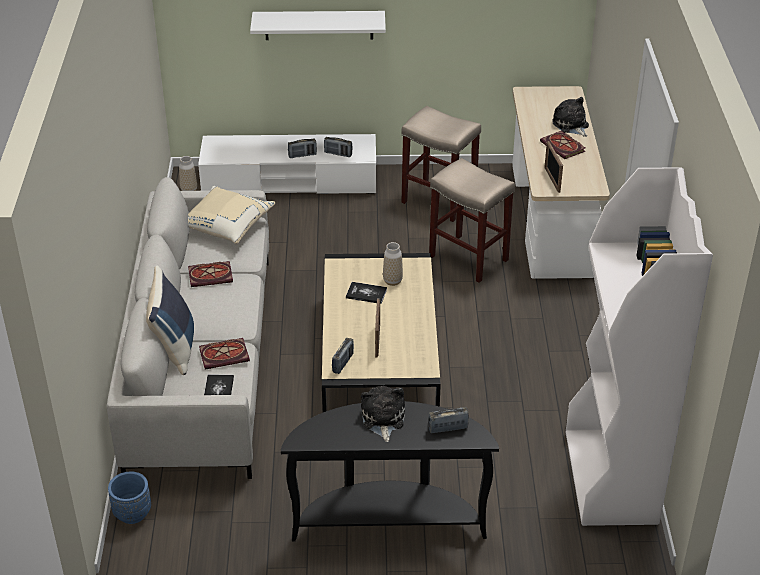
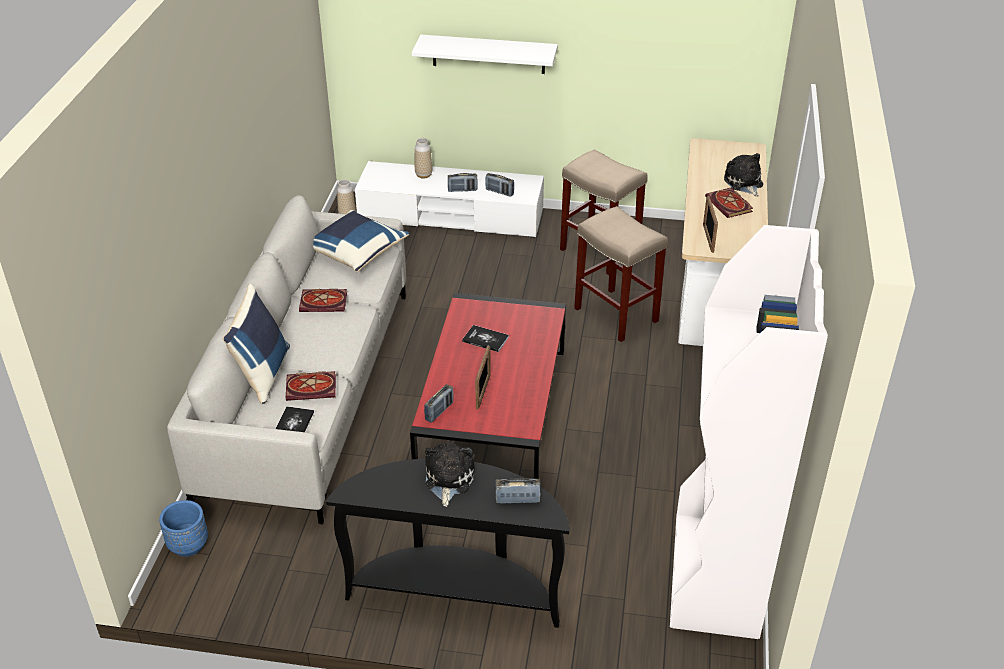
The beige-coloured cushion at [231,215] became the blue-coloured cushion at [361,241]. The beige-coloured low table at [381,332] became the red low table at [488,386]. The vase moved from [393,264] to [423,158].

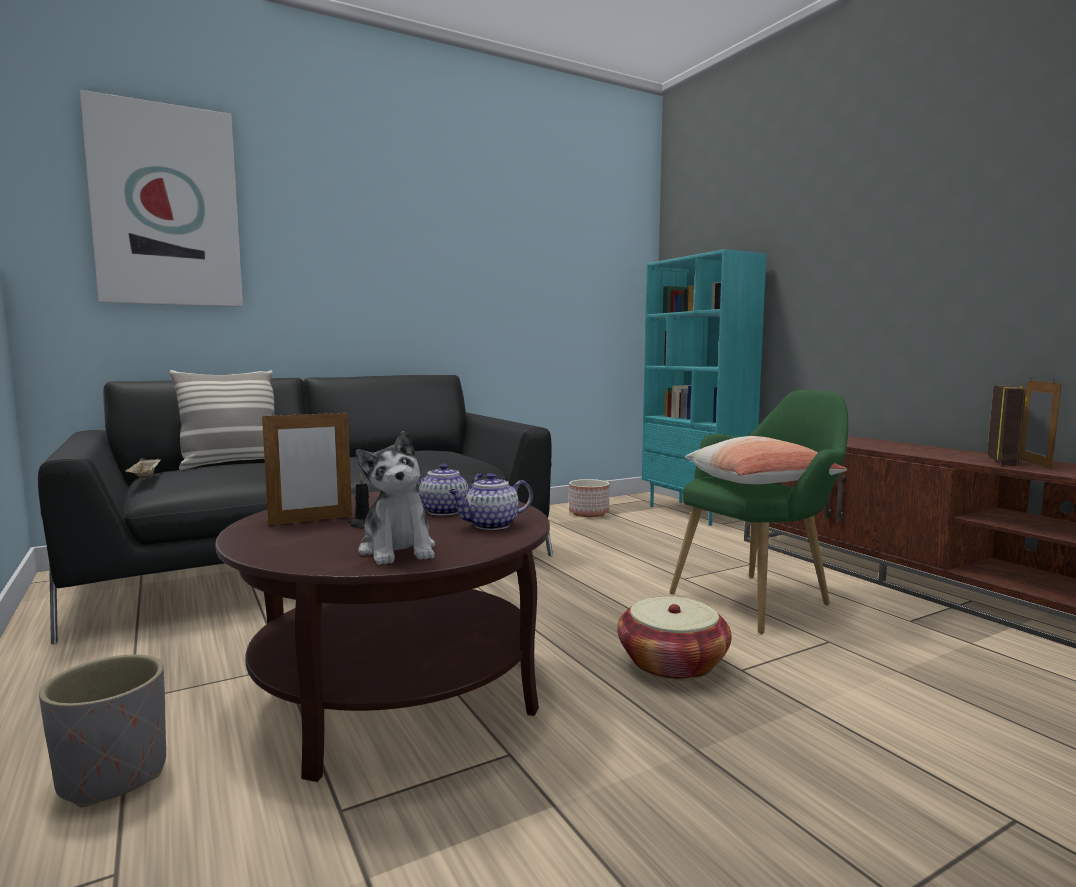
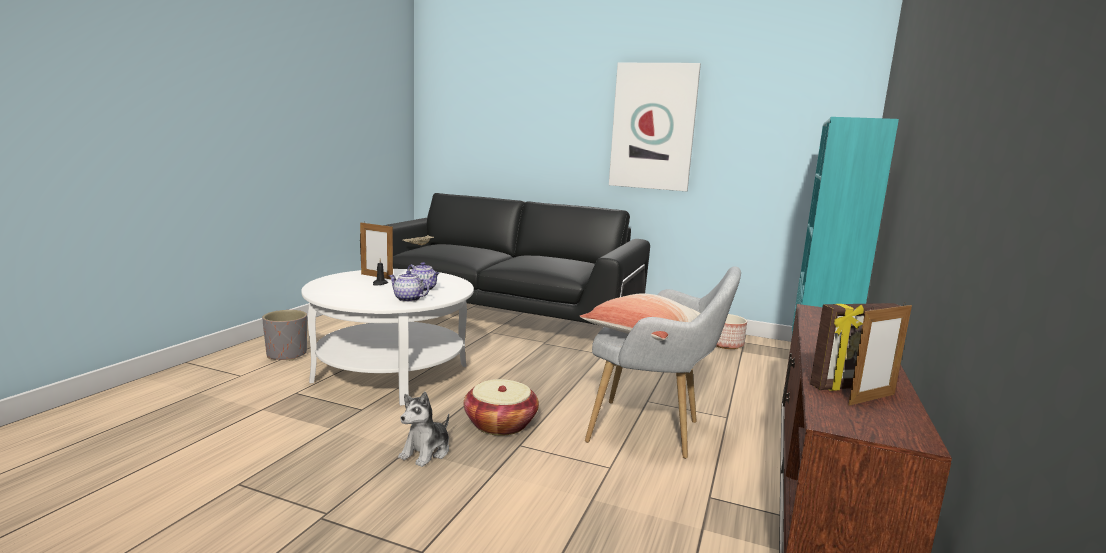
The wall art moved from [161,198] to [655,127]. The cushion at [222,420] disappeared. The brown low table at [382,637] became the whitish low table at [387,337]. The cuddly toy moved from [396,498] to [423,429]. The green-coloured easy chair at [758,512] became the greyish easy chair at [663,362].

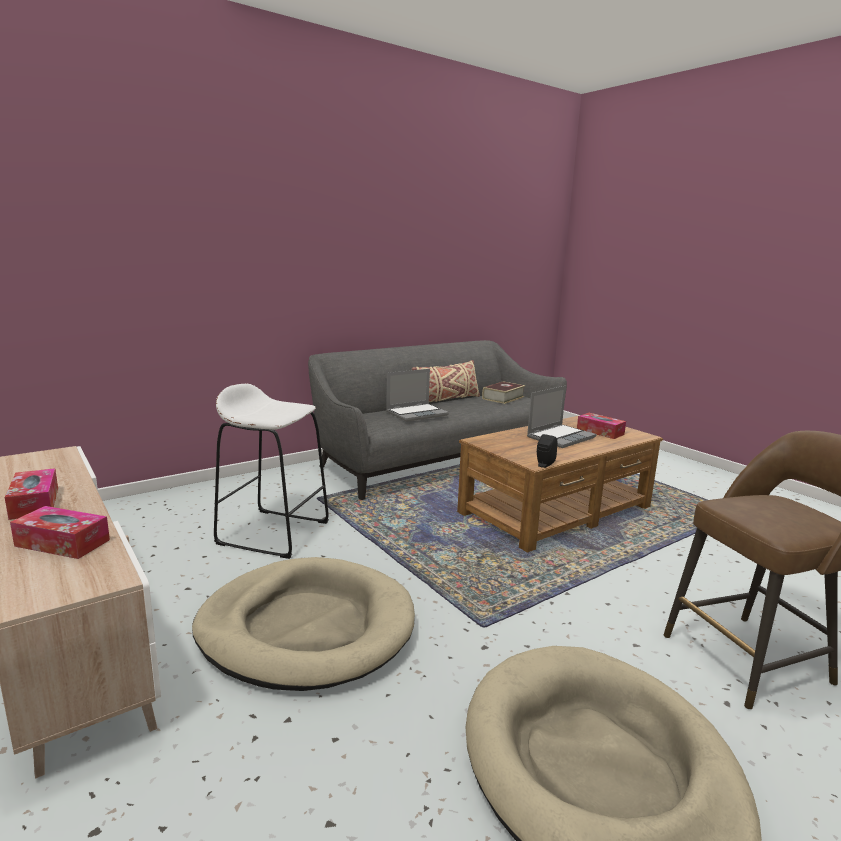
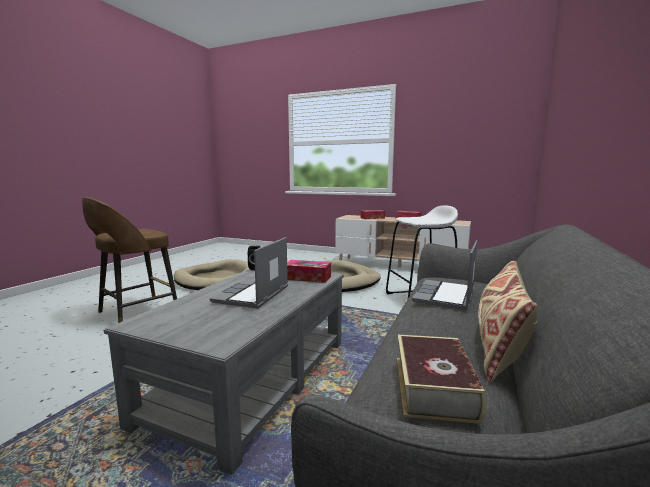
The brown low table at [560,484] became the greyish low table at [224,372]. The tissue box moved from [601,426] to [309,271].

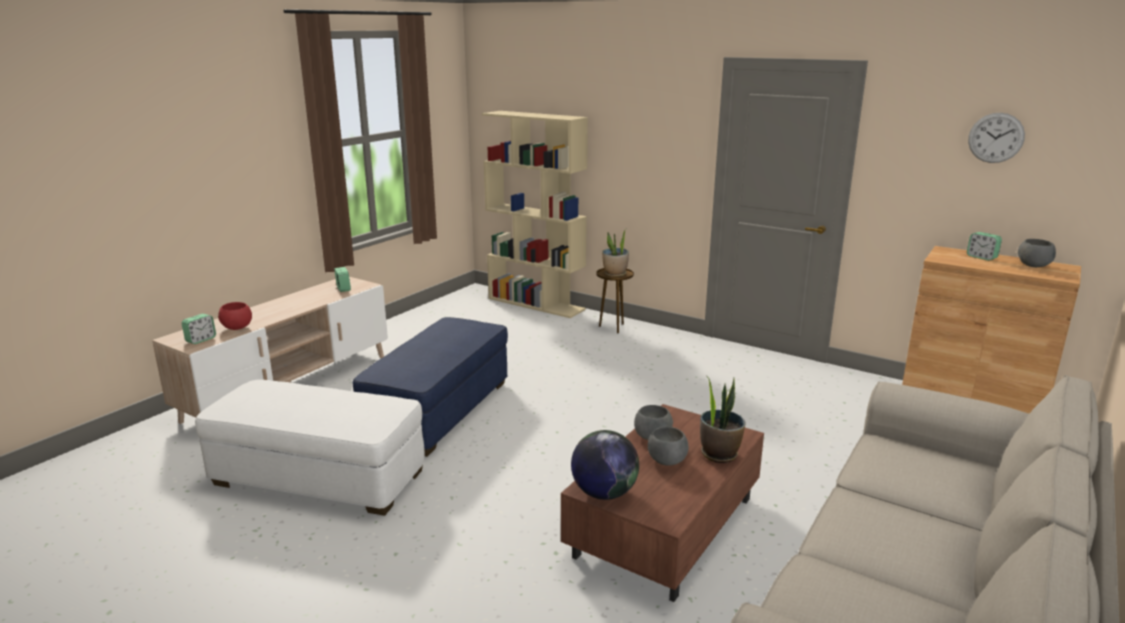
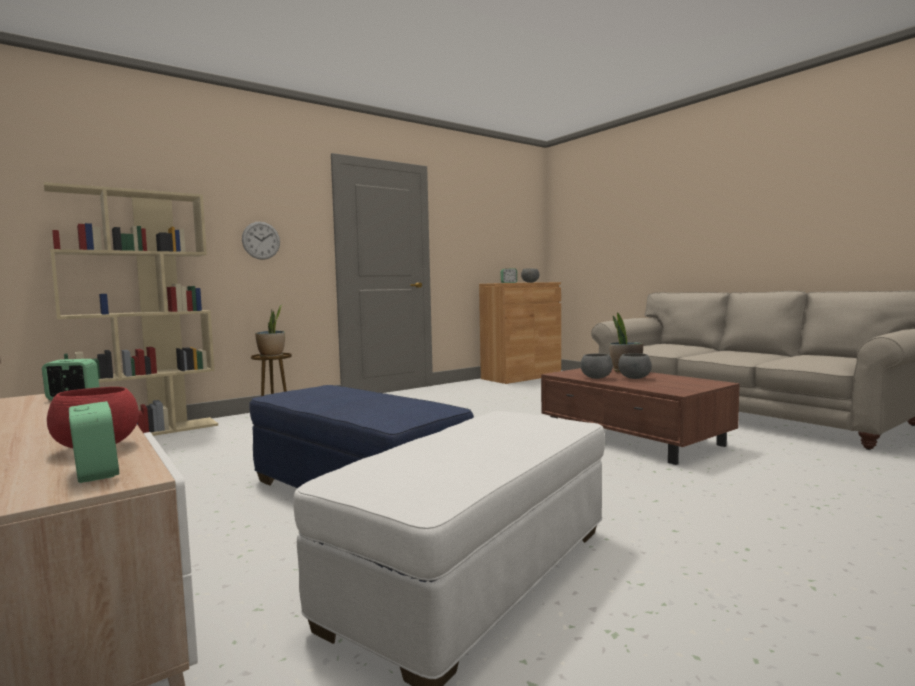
The desk globe at [605,465] disappeared. The clock on the wall moved from [996,138] to [261,241].

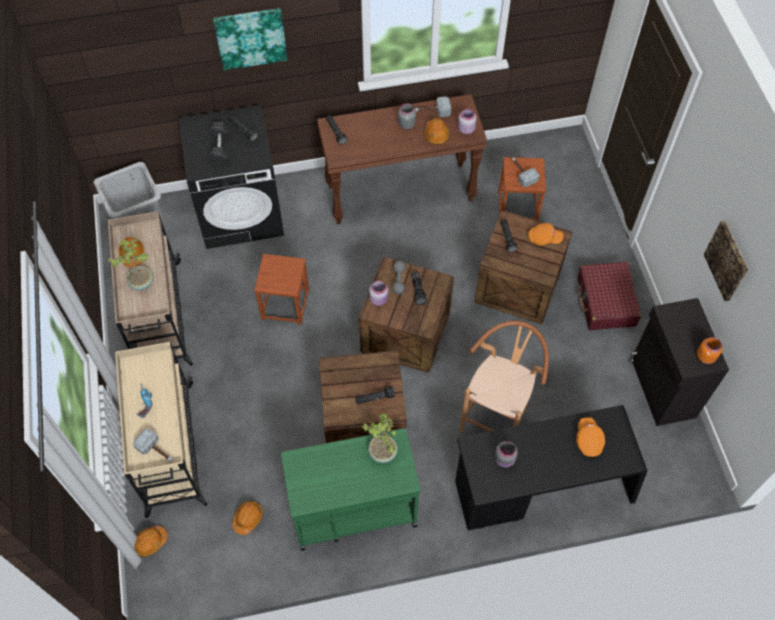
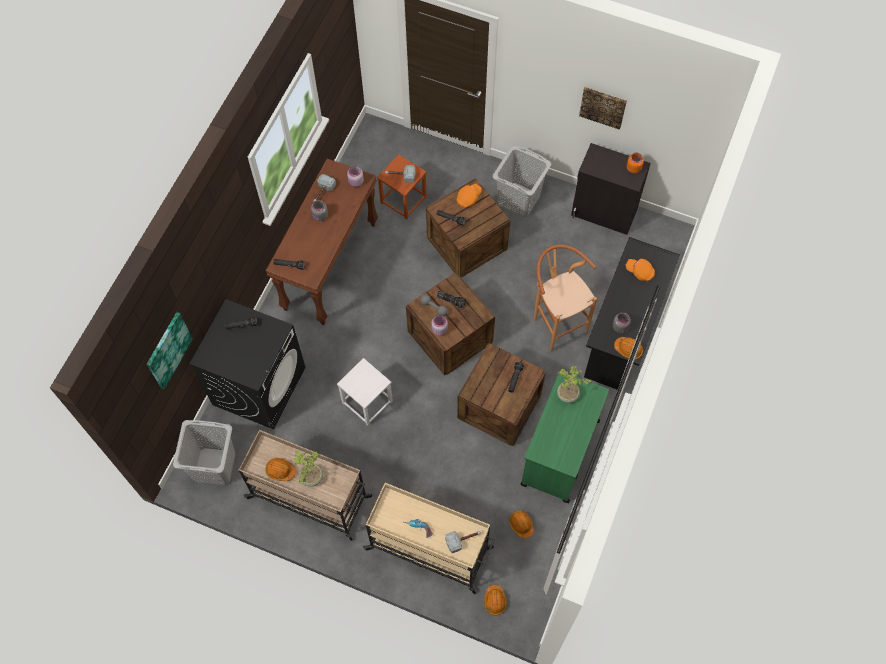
The greyish dumbbell at [219,142] disappeared. The wall art moved from [250,39] to [170,350]. The brown stool at [281,289] became the whitish stool at [365,392]. The orange-coloured hard hat moved from [437,131] to [628,348]. The red travel case at [609,296] was replaced by the greyish washing basket at [522,181].

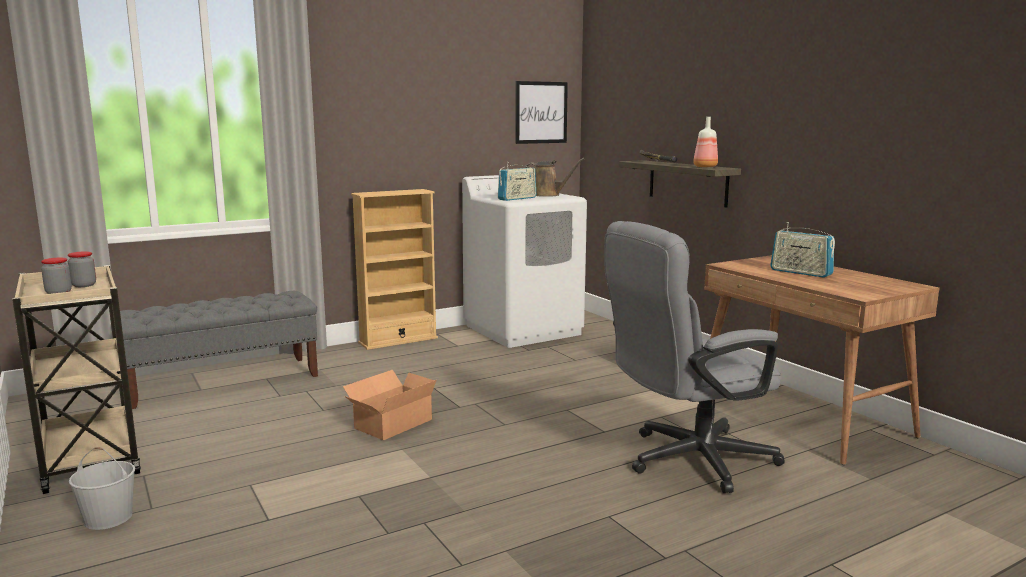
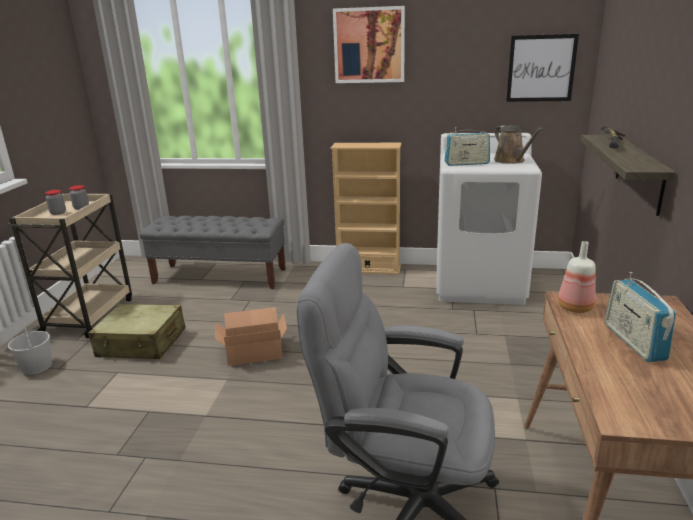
The beverage bottle moved from [705,142] to [577,277]. The beige-coloured travel case at [137,331] appeared. The wall art at [369,44] appeared.

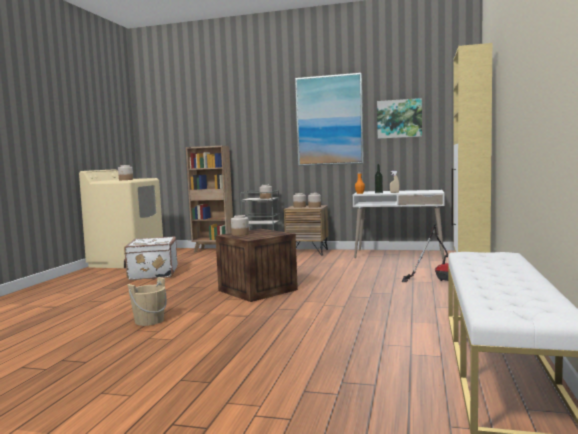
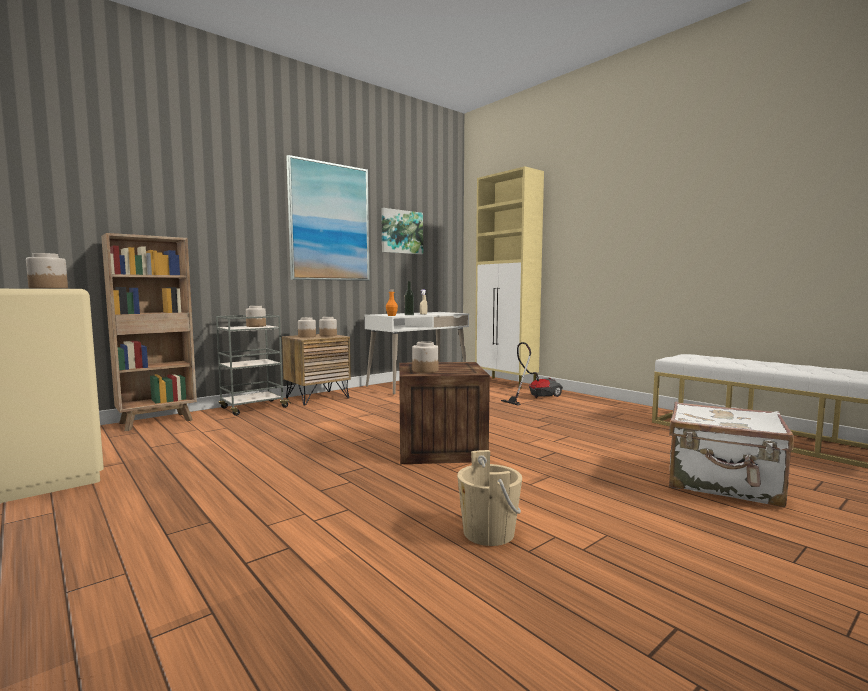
The whitish travel case moved from [151,258] to [731,454].

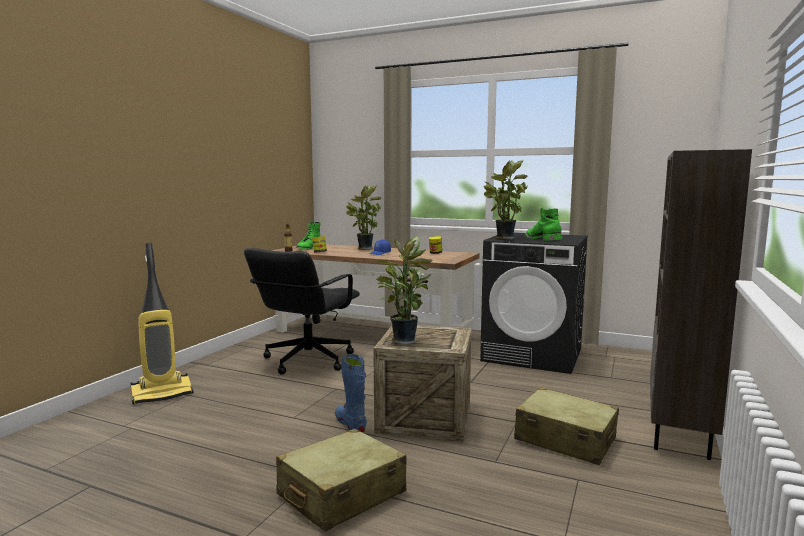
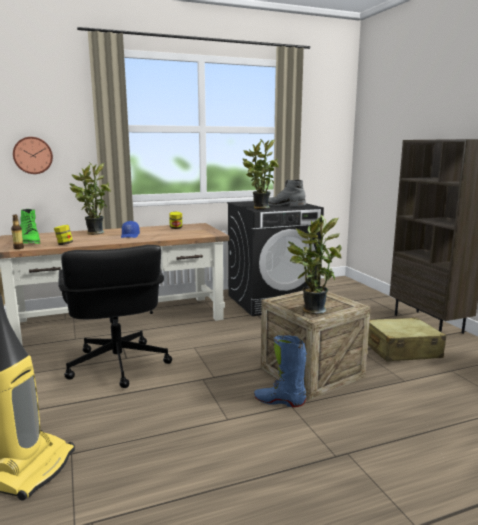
The beige-coloured travel case at [341,480] disappeared. The green-coloured tall boot at [544,224] became the greyish tall boot at [287,193]. The clock on the wall at [33,155] appeared.

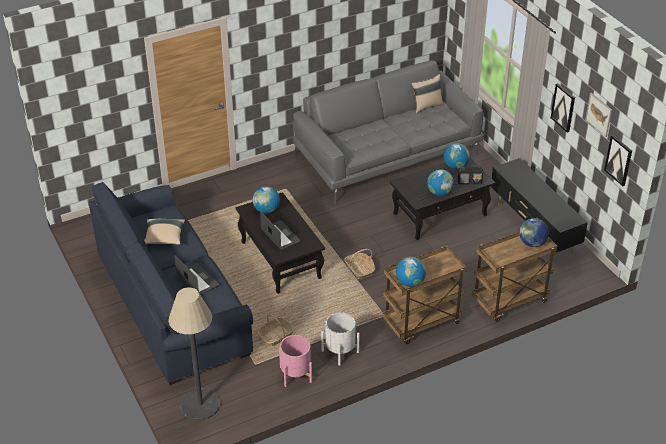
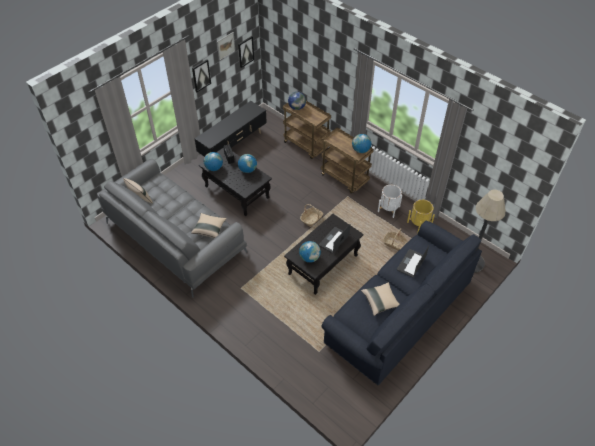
The pink-coloured planter at [295,361] became the yellowish planter at [421,216]. The beige-coloured cushion at [209,225] appeared.

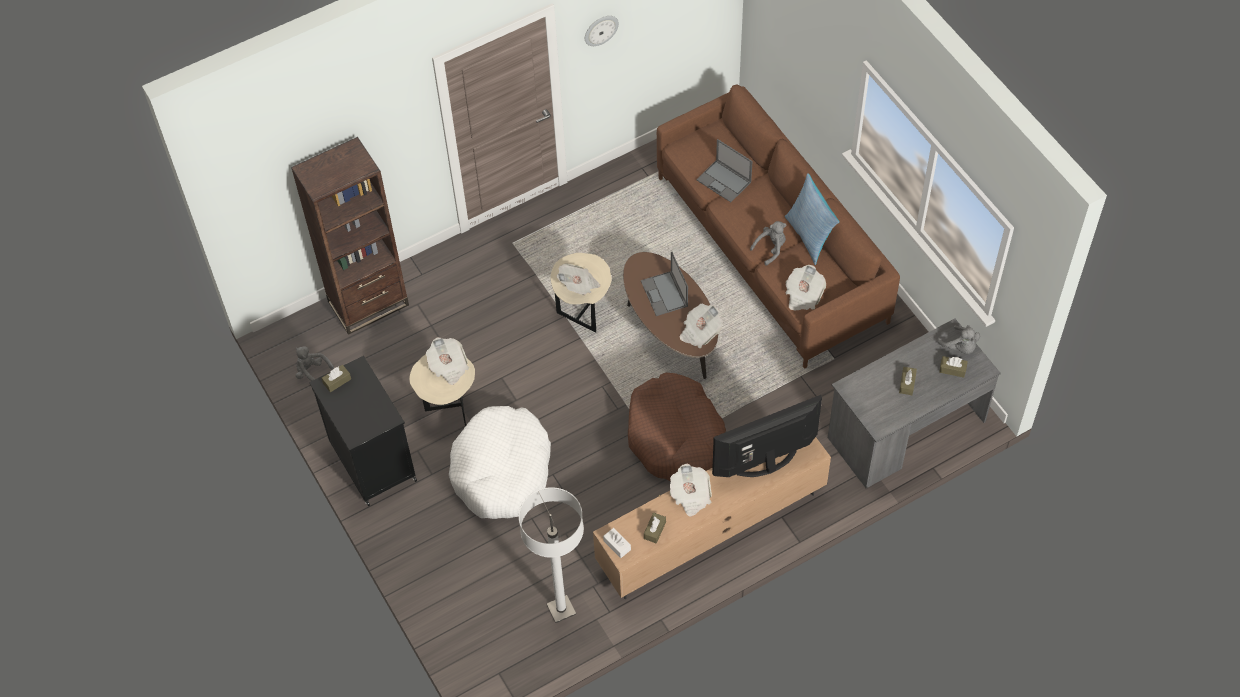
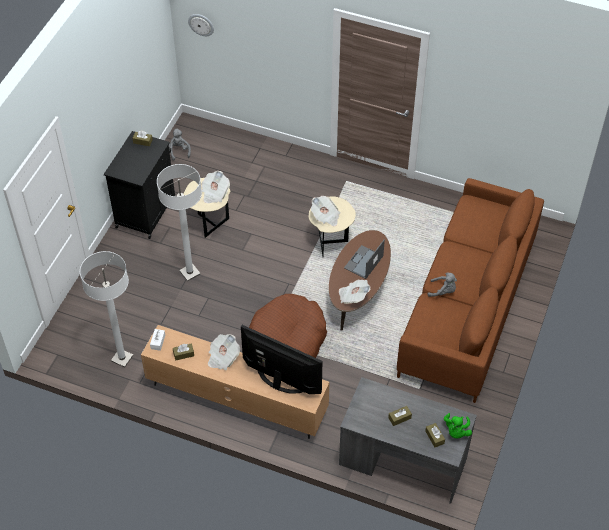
The brown shelving unit at [350,236] disappeared. The whitish dog bed at [500,462] was replaced by the whitish standard lamp at [179,222]. The clock on the wall moved from [602,31] to [201,25]. The portable computer at [724,170] disappeared. The cushion at [812,219] disappeared. The daily paper at [805,287] disappeared. The greyish cuddly toy at [958,339] became the green-coloured cuddly toy at [458,425].

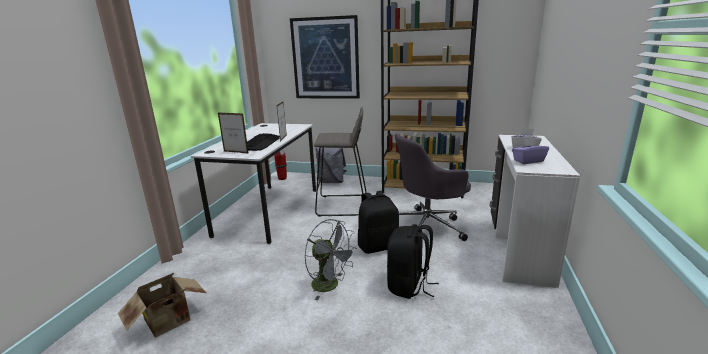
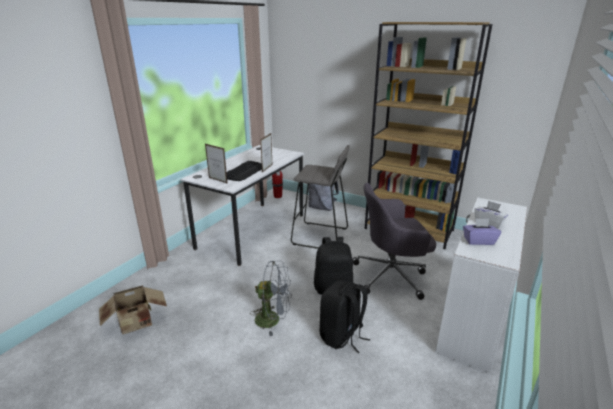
The wall art at [325,57] disappeared. The greyish cooling fan at [330,259] turned 45 degrees counterclockwise.

